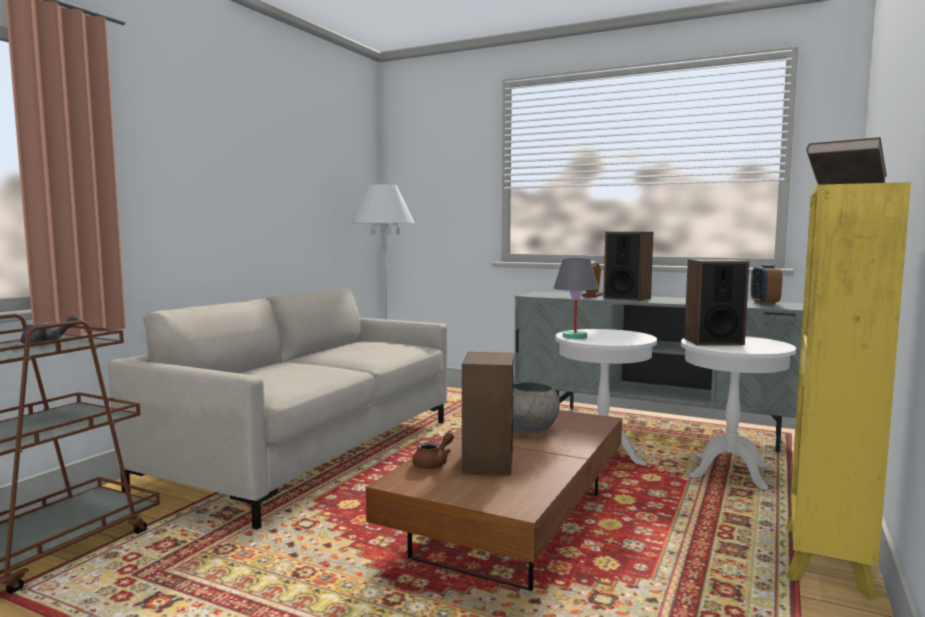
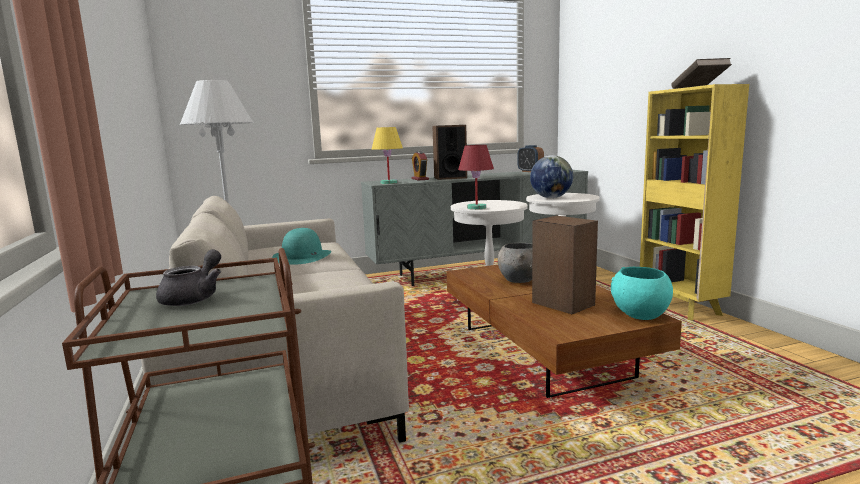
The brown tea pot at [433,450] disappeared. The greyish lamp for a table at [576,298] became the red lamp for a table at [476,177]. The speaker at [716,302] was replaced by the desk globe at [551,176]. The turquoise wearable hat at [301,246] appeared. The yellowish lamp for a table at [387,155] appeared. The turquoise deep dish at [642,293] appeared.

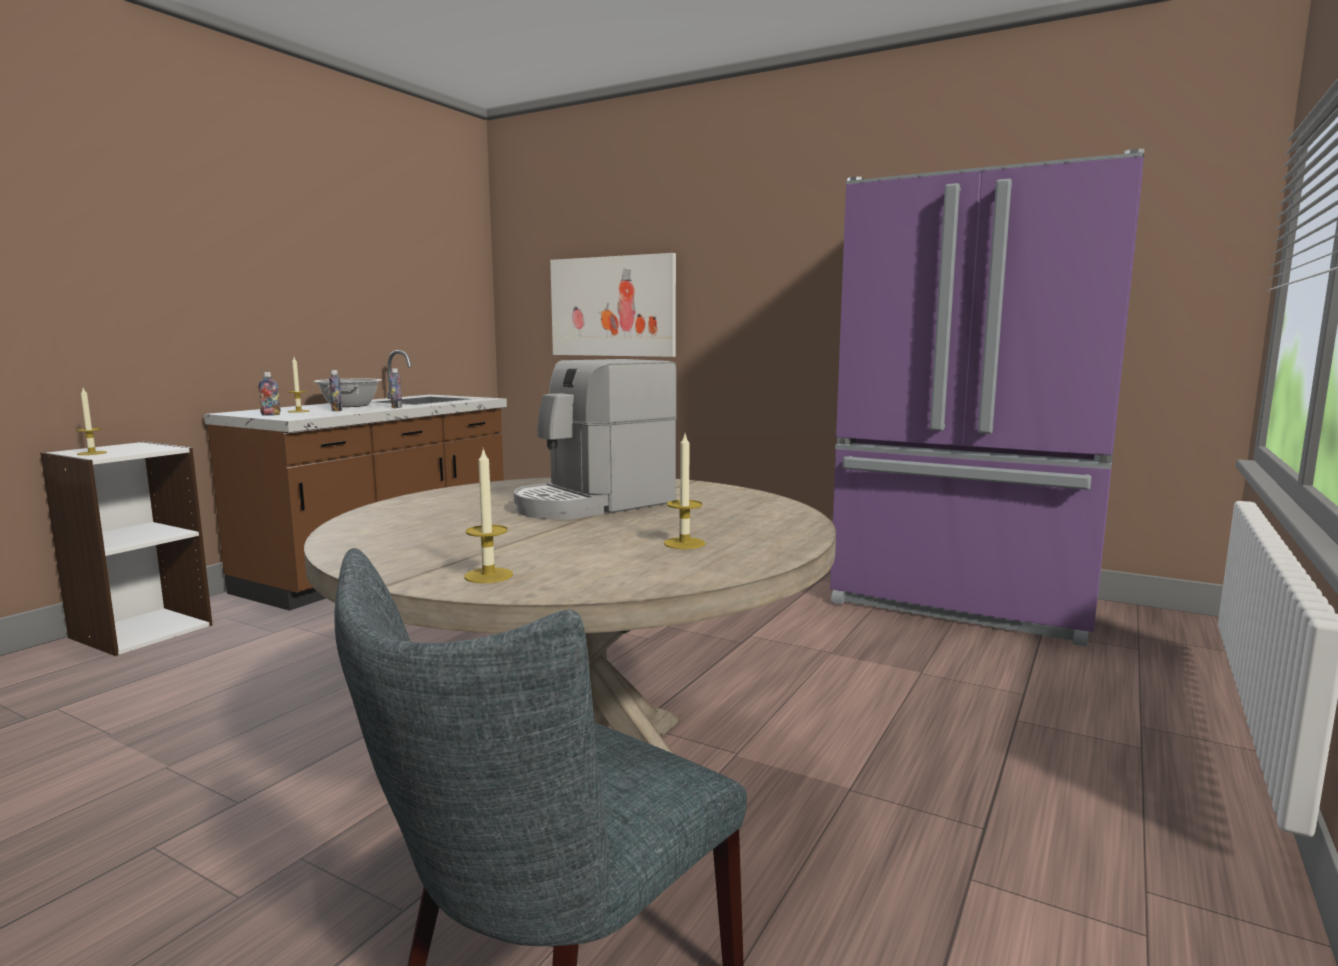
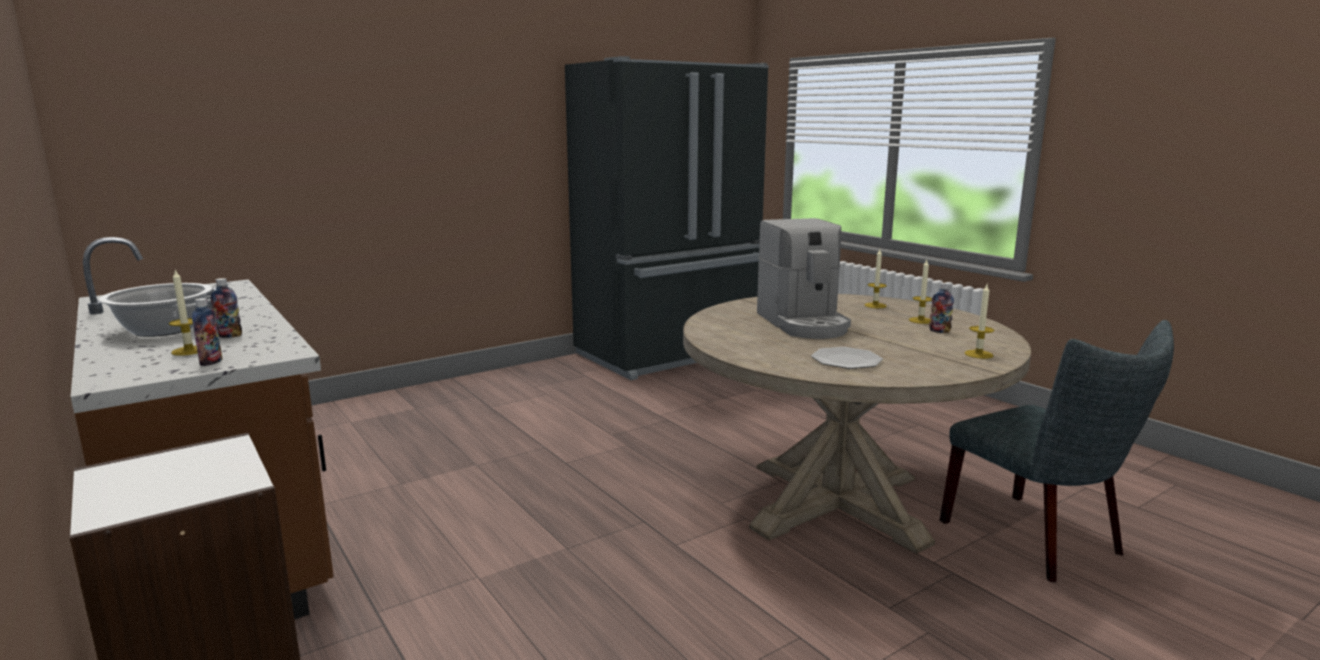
The candle moved from [91,421] to [875,278]. The beverage bottle moved from [396,388] to [941,308]. The wall art at [613,305] disappeared. The purple kitchen fridge at [987,397] became the black-coloured kitchen fridge at [667,218]. The plate at [847,358] appeared.

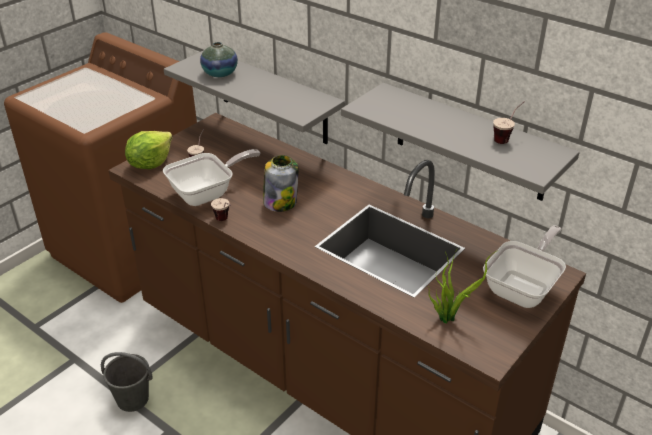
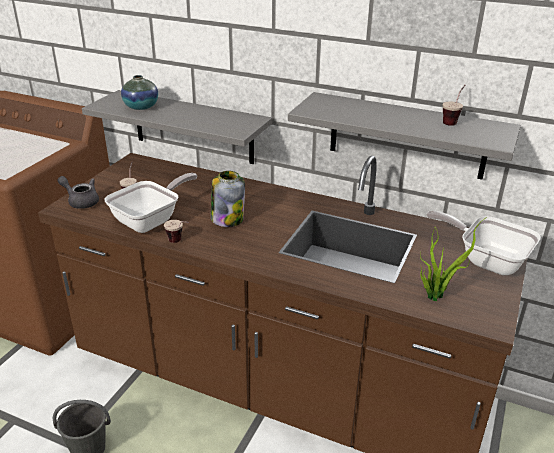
The lettuce head at [149,150] was replaced by the greyish tea pot at [78,192]. The pan at [524,267] turned 75 degrees counterclockwise.

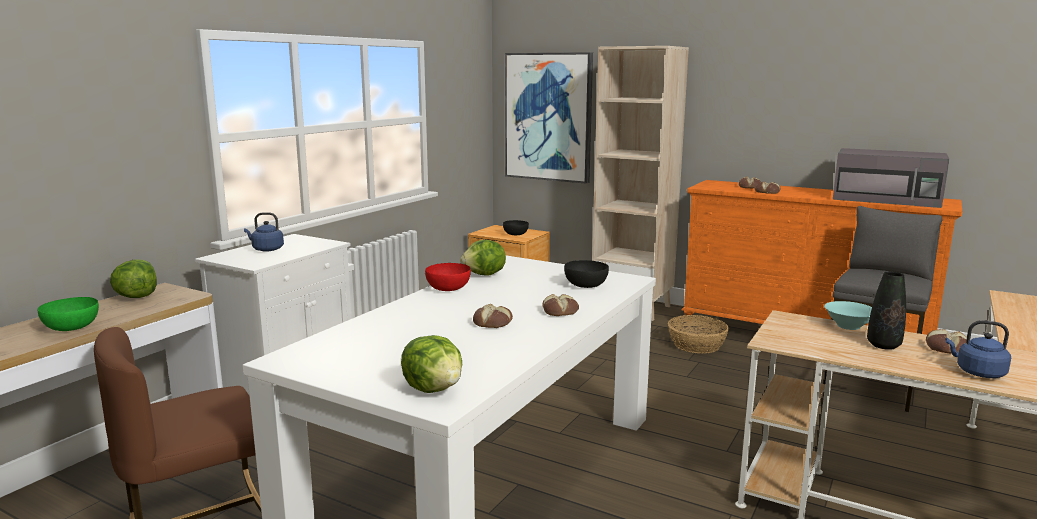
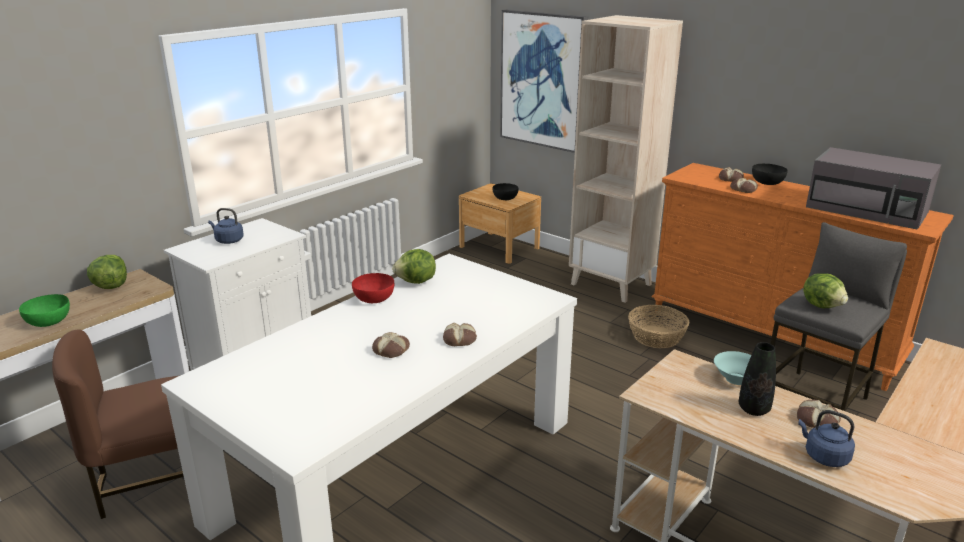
The lettuce head moved from [431,364] to [825,290]. The black-coloured deep dish moved from [586,274] to [770,174].

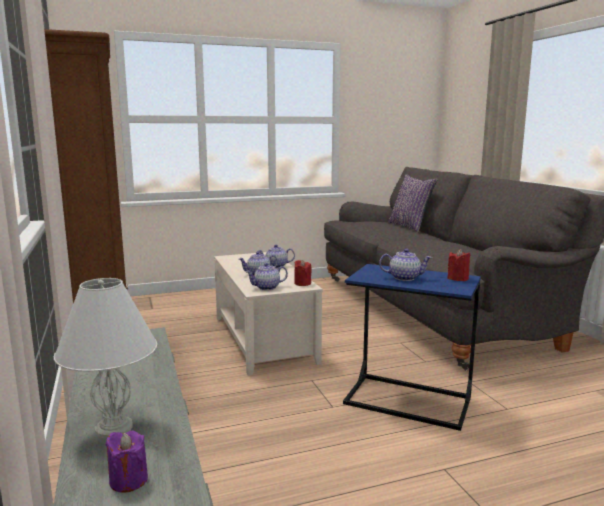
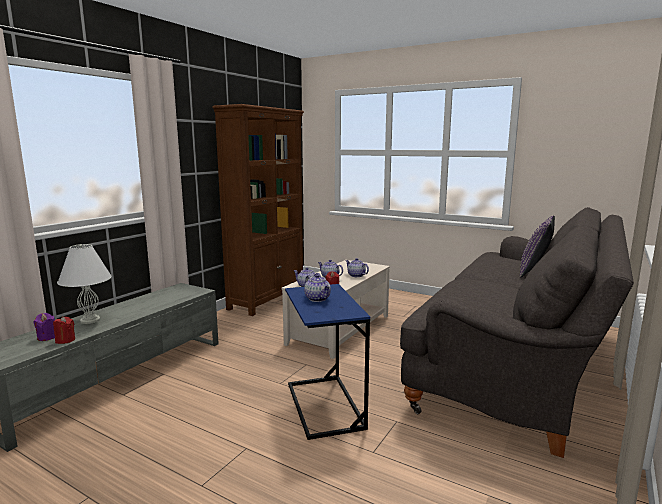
The red candle moved from [459,265] to [64,330].

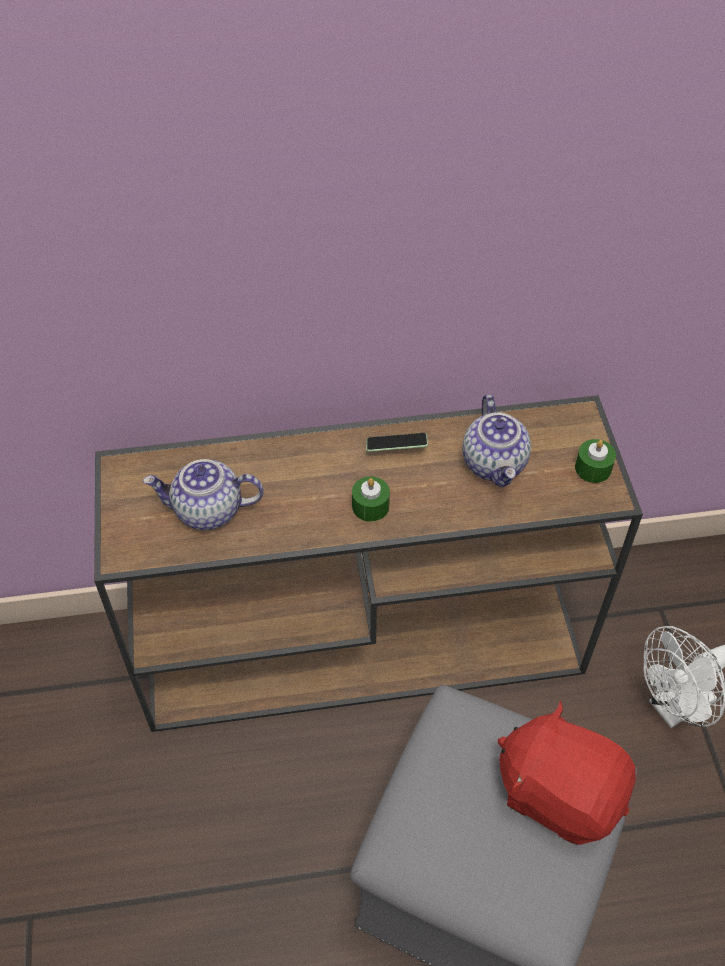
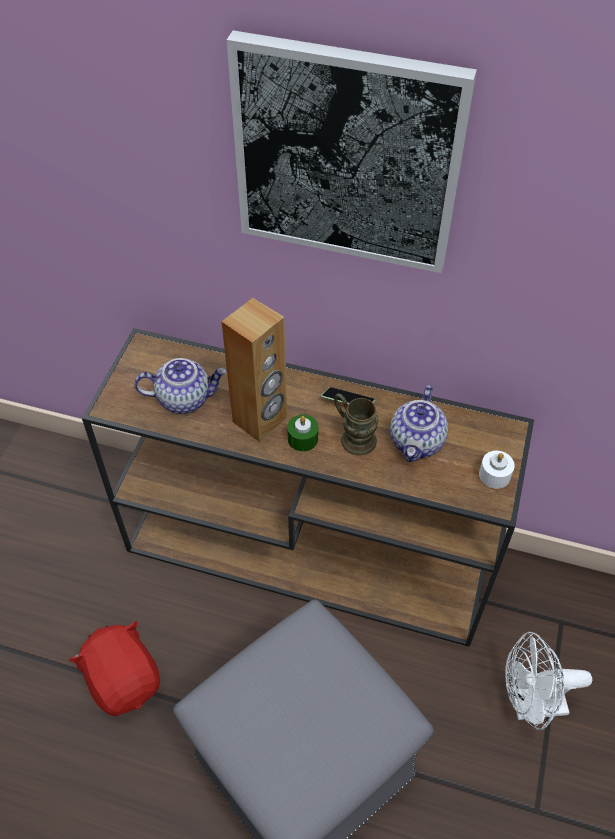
The tea pot at [203,494] turned 150 degrees clockwise. The red cuddly toy moved from [567,773] to [114,668]. The green-coloured candle at [595,461] became the whitish candle at [497,470]. The brown speaker at [254,370] appeared. The wall art at [352,151] appeared. The brown coffee mug at [356,424] appeared.

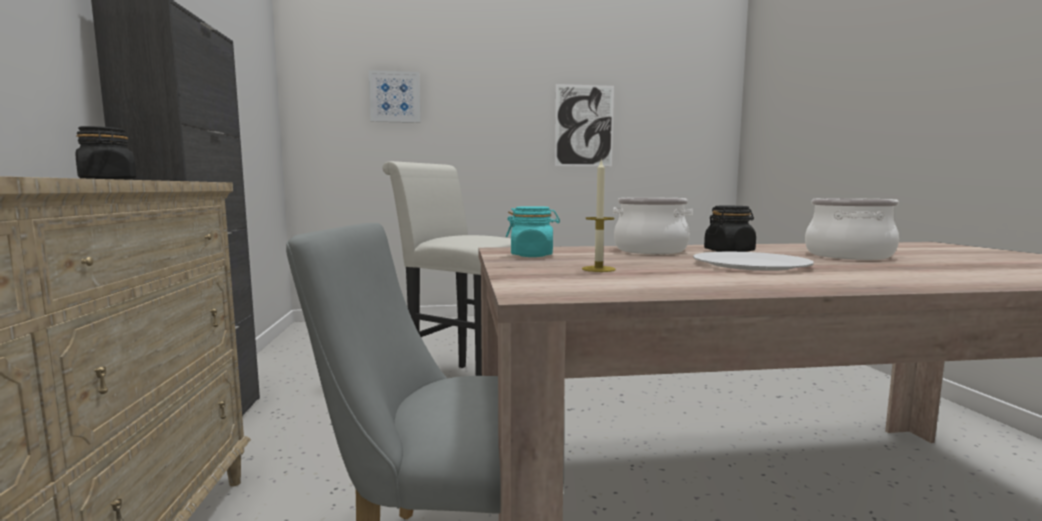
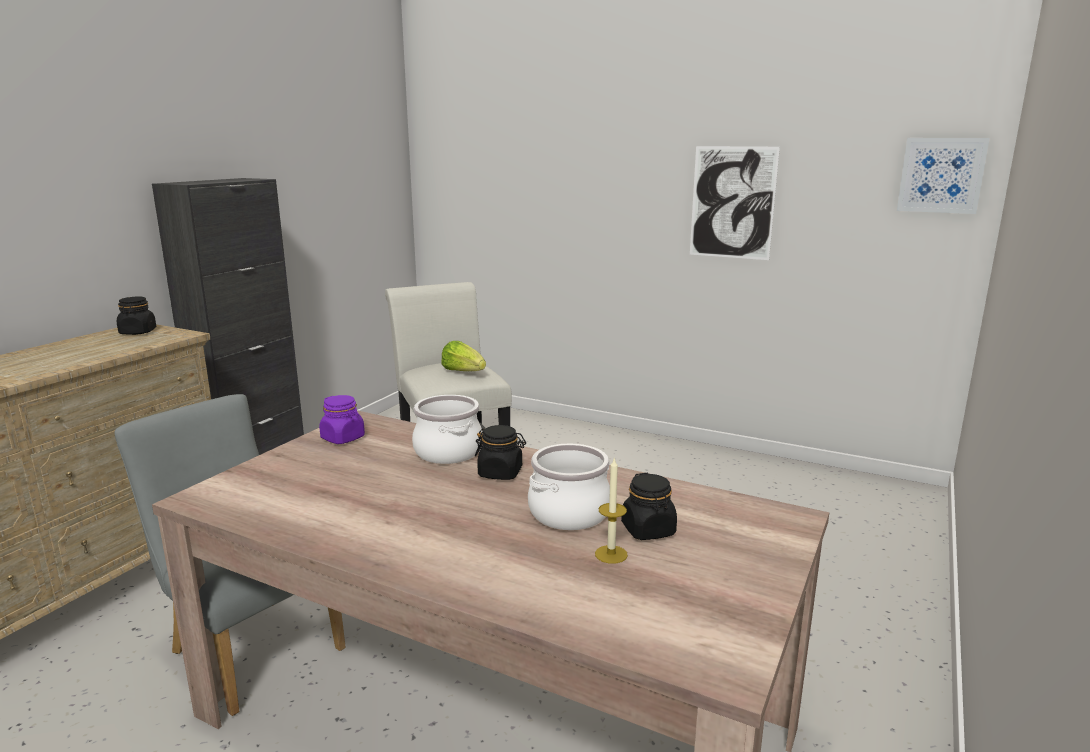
The wall art moved from [395,96] to [943,176]. The turquoise preserve jar at [533,231] became the purple preserve jar at [342,419]. The candle moved from [599,215] to [611,510]. The whitish plate at [753,261] disappeared. The lettuce head at [463,356] appeared. The black-coloured preserve jar at [649,506] appeared.

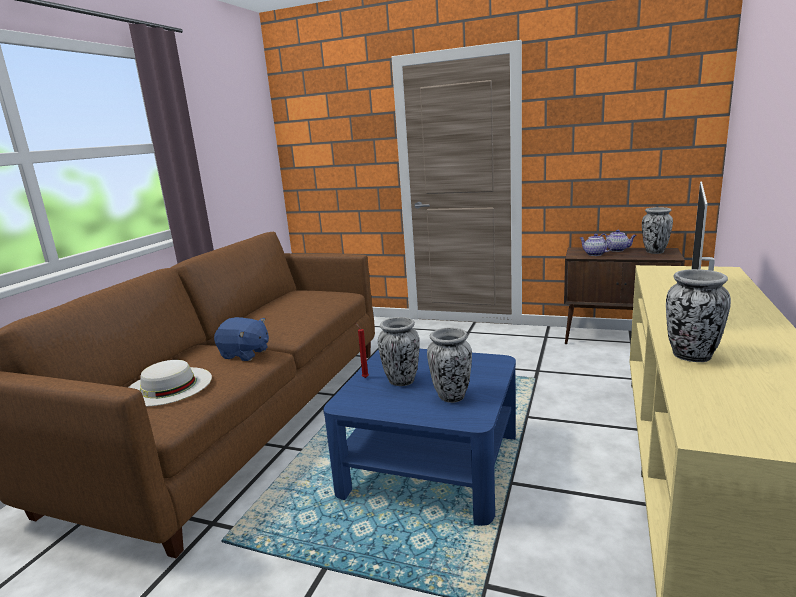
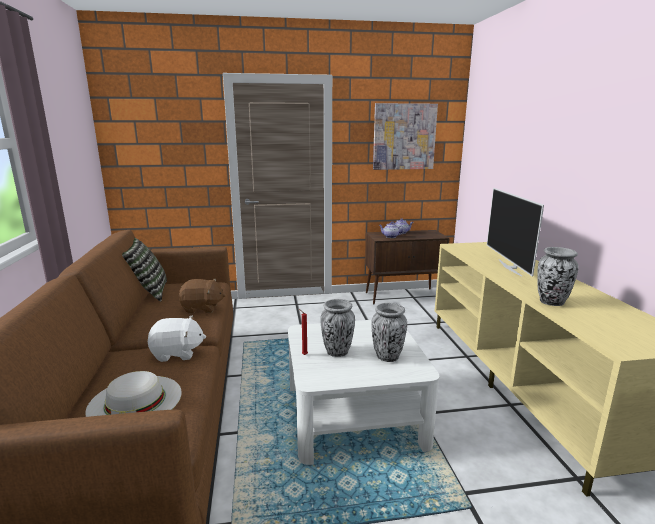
The blue-coloured cuddly toy at [241,339] became the whitish cuddly toy at [177,338]. The blue-coloured low table at [419,437] became the whitish low table at [364,392]. The vase at [657,230] disappeared. The cushion at [144,270] appeared. The brown cuddly toy at [202,295] appeared. The wall art at [405,136] appeared.

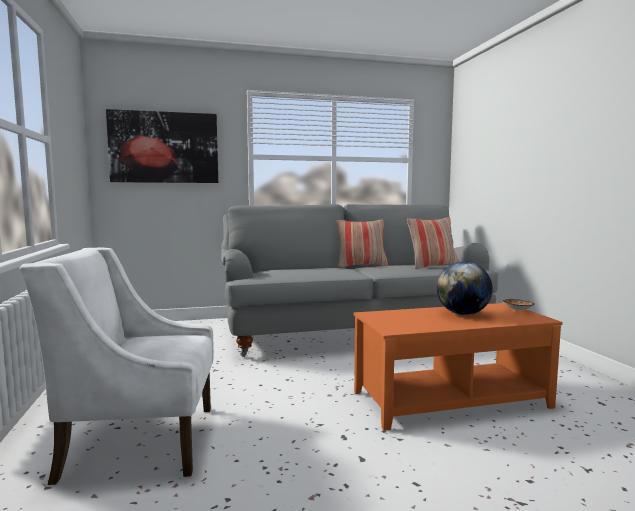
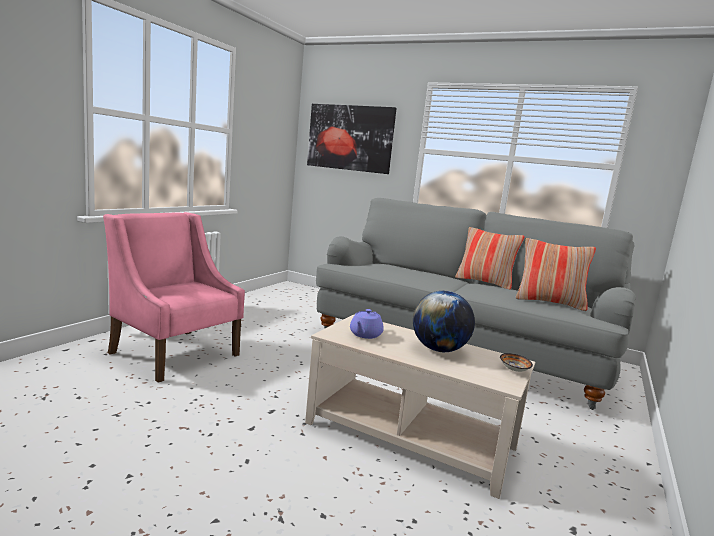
The whitish easy chair at [117,366] became the pink-coloured easy chair at [174,297]. The orange-coloured low table at [458,367] became the beige-coloured low table at [420,407]. The purple tea pot at [367,324] appeared.

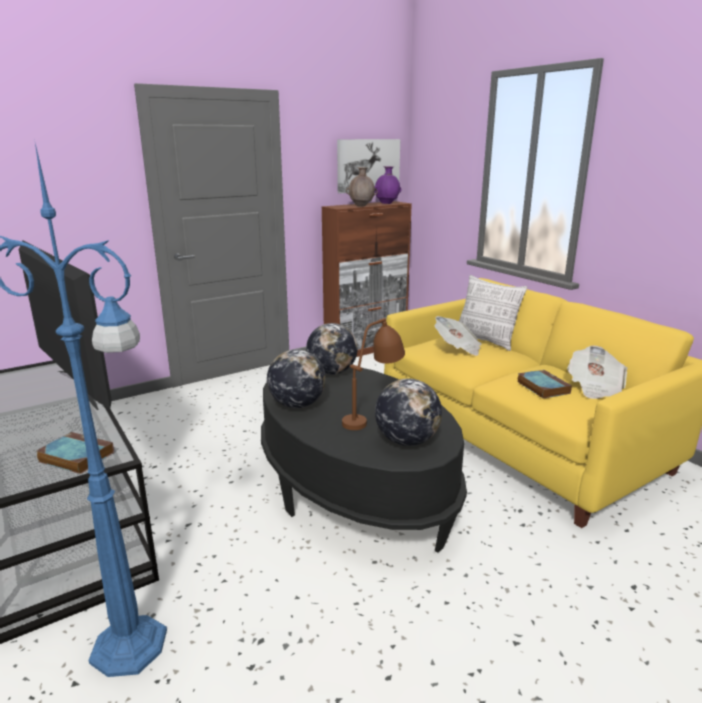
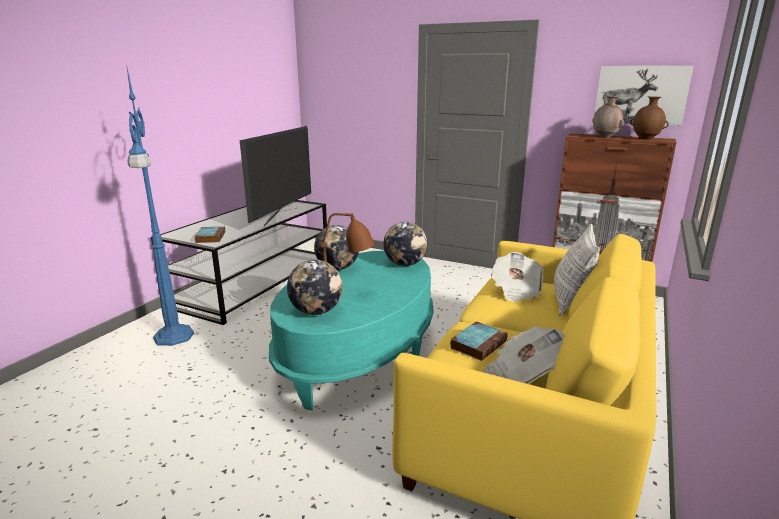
The black-coloured low table at [364,460] became the turquoise low table at [351,330]. The purple vase at [387,185] became the brown vase at [649,118].

